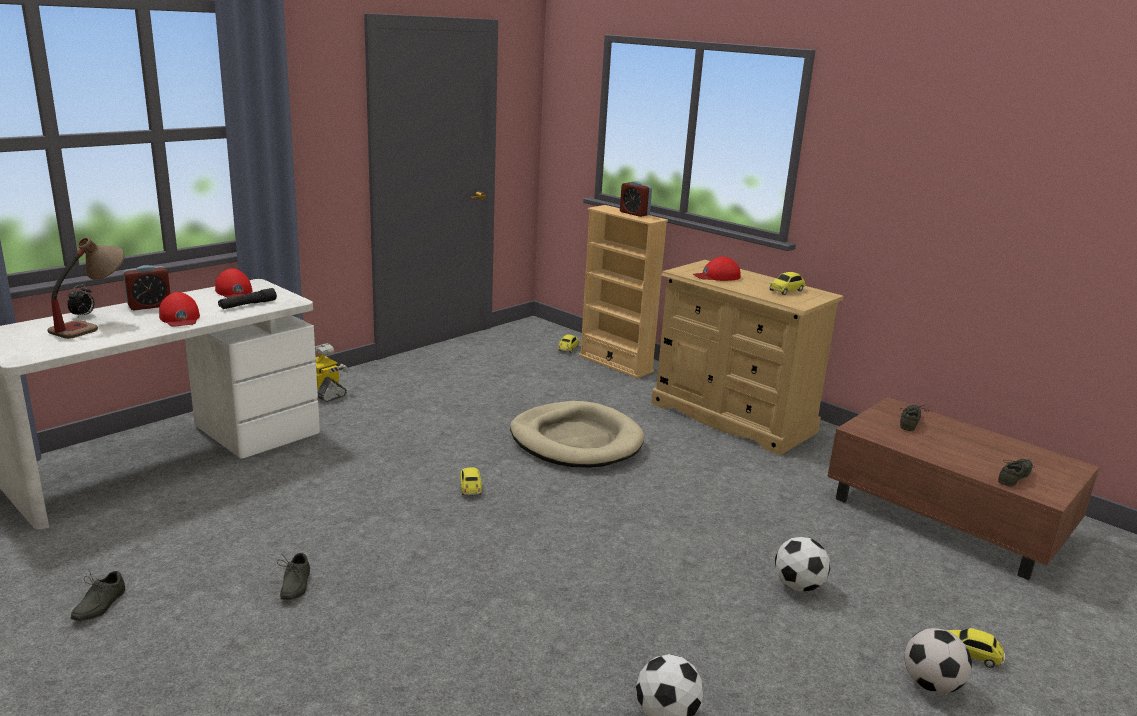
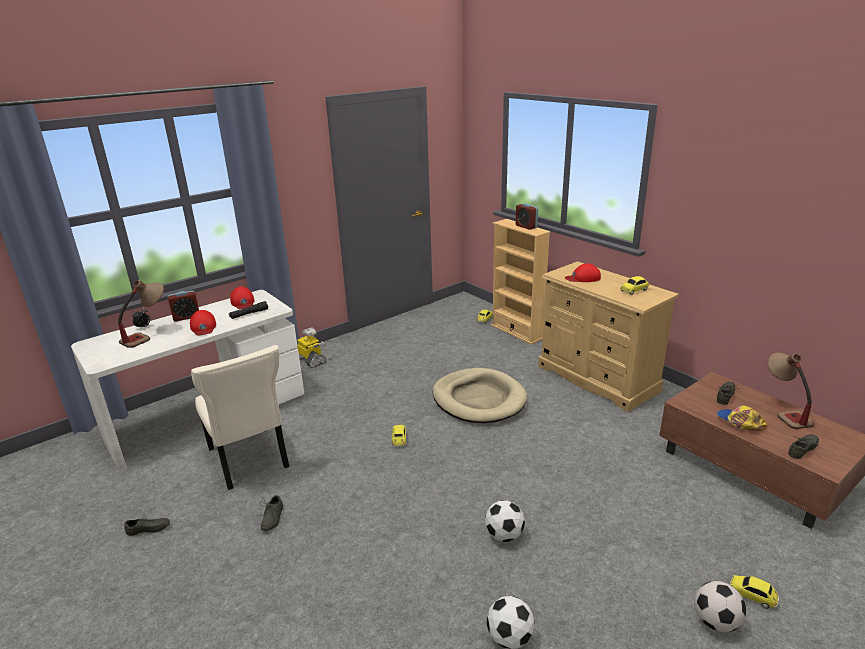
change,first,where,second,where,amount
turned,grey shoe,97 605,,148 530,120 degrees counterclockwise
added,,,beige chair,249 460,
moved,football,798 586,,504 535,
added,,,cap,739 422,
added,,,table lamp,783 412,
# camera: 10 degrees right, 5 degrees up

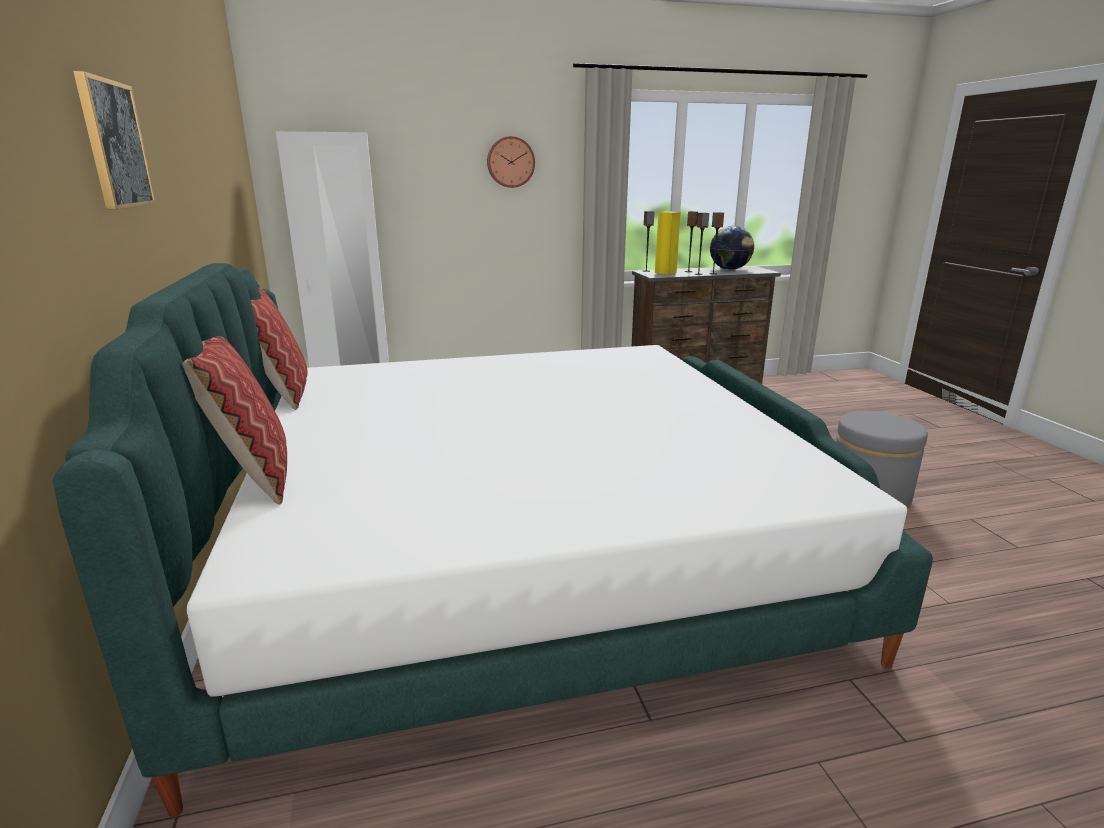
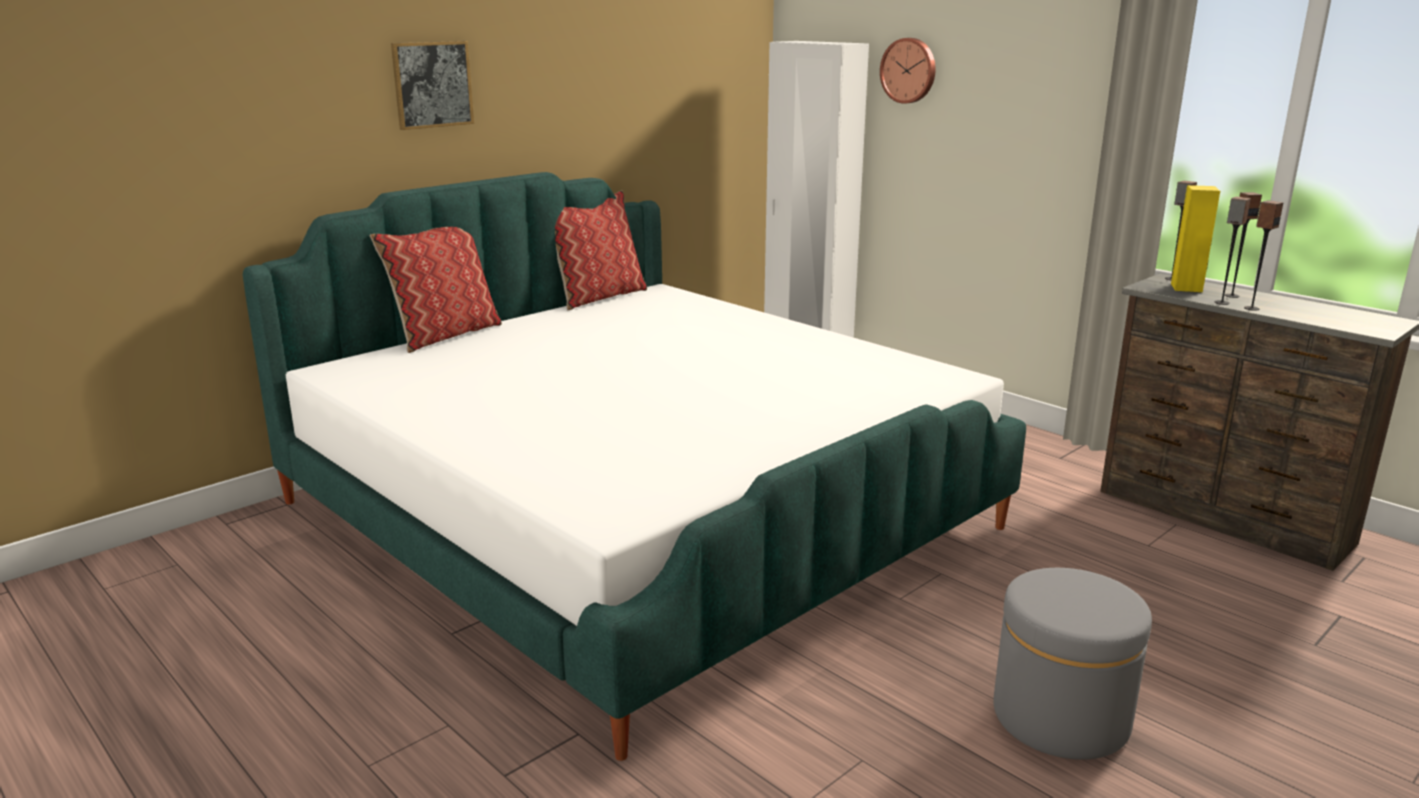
change,first,where,second,where,amount
moved,wall clock,510 162,,909 70,
removed,globe,729 269,,,
# camera: 60 degrees right, 0 degrees up

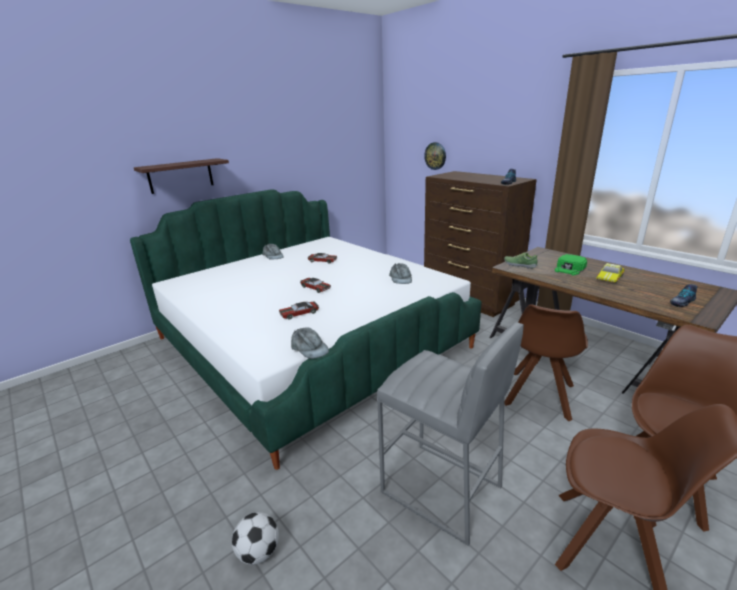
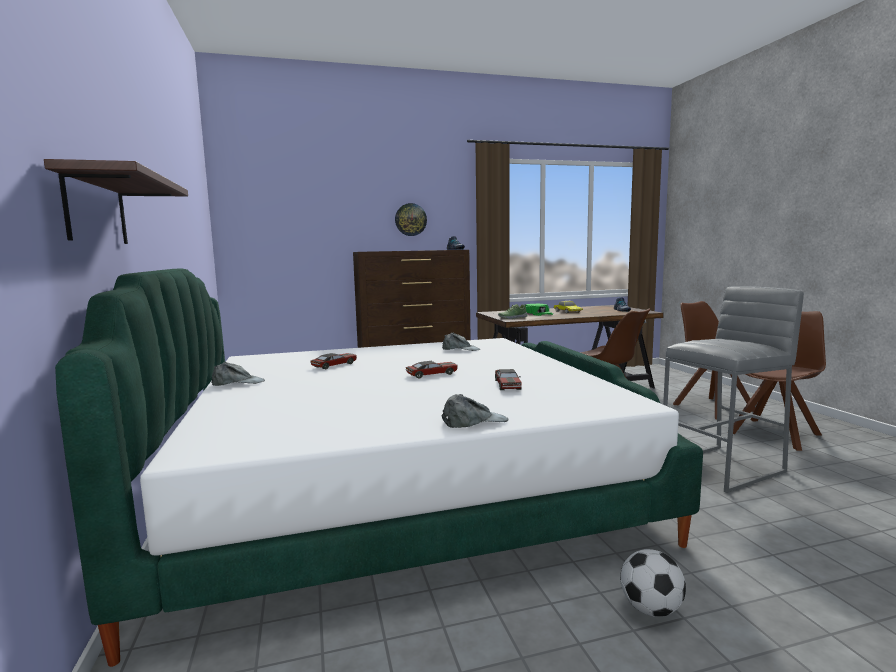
change,first,where,second,where,amount
moved,wall clock,435 156,,410 219,
moved,grey cap,309 348,,474 421,
moved,football,258 552,,650 609,
# camera: 65 degrees left, 15 degrees down

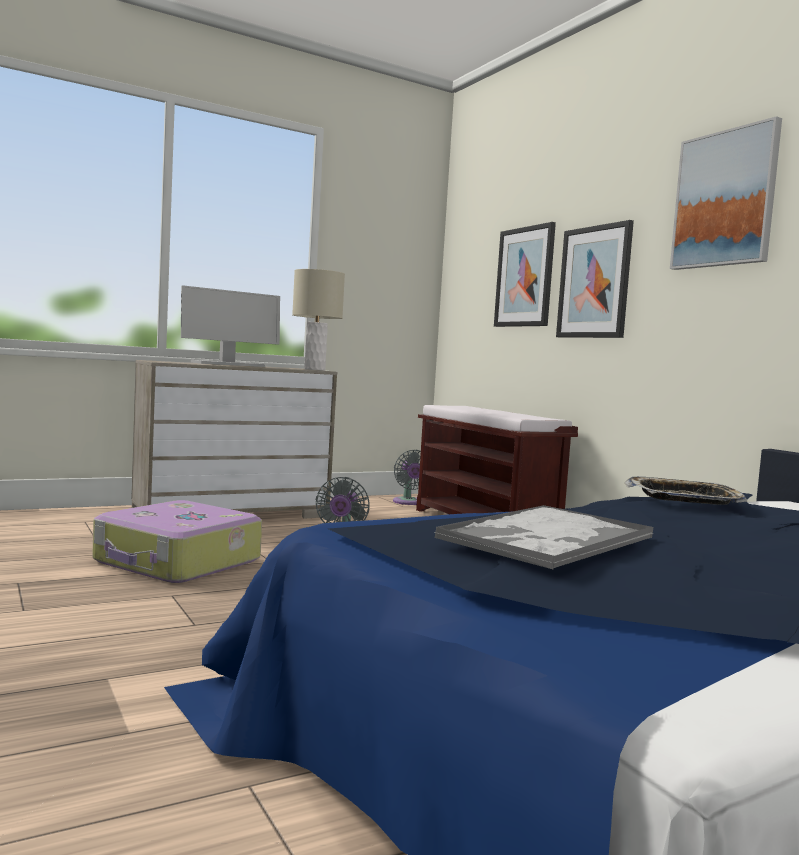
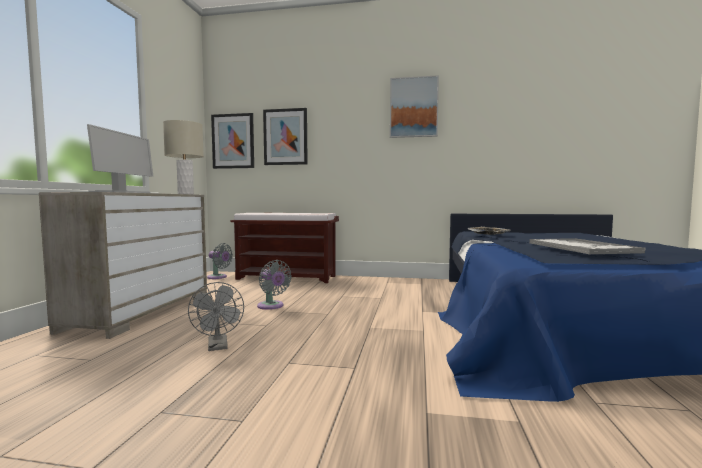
change,first,where,second,where,amount
replaced,suitcase,177 561,grey fan,218 347,
moved,picture,594 282,,233 141,
# camera: 50 degrees left, 0 degrees up

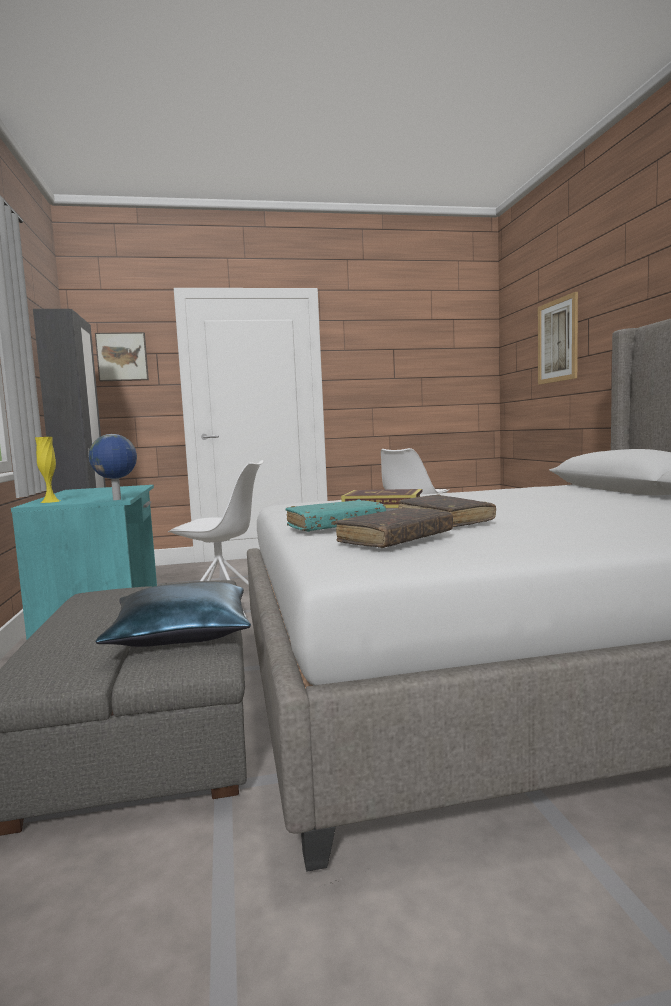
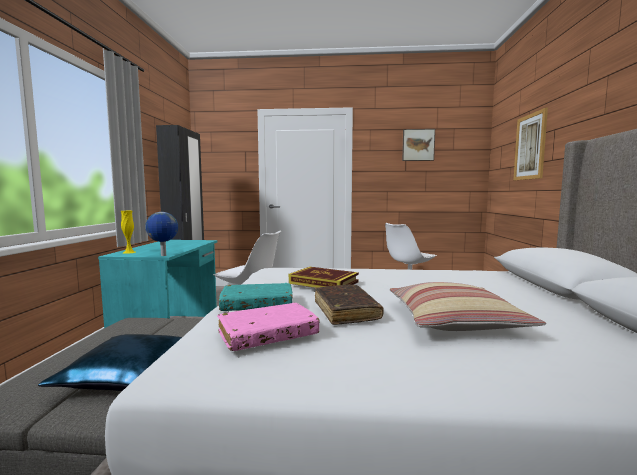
change,first,where,second,where,amount
recoloured,brown book,395 539,pink book,267 335,
added,,,pillow,454 321,
moved,picture,122 357,,418 145,
# camera: 15 degrees right, 0 degrees up

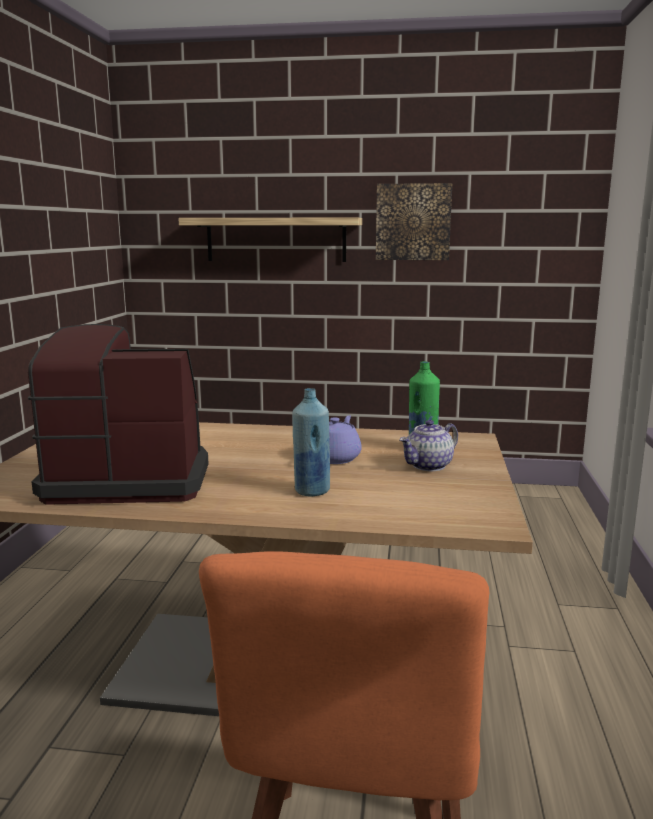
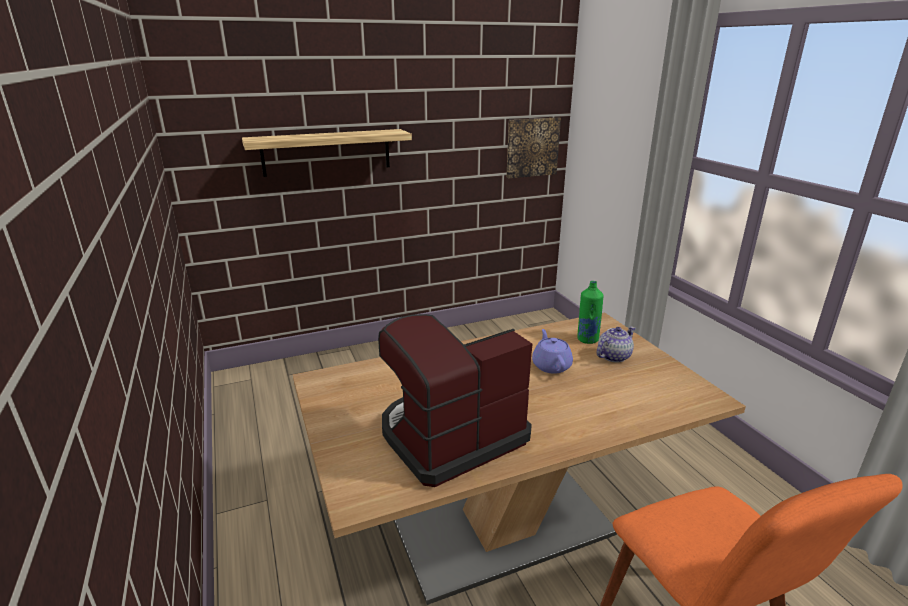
change,first,where,second,where,amount
moved,picture,413 222,,532 147,
turned,teapot,428 466,,613 356,150 degrees counterclockwise
removed,blue bottle,311 491,,,
# camera: 30 degrees left, 10 degrees up

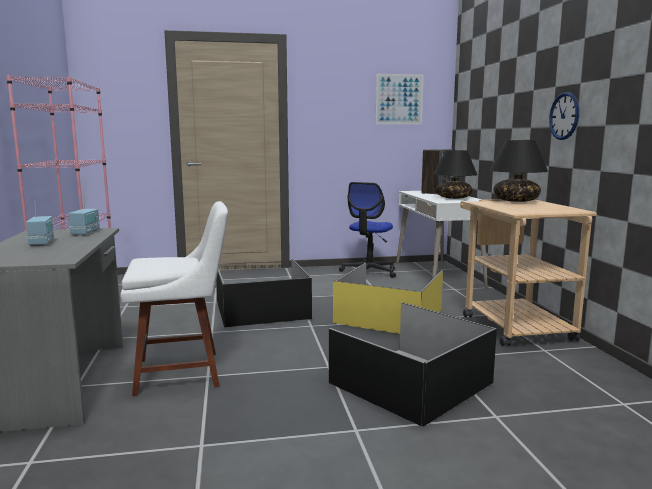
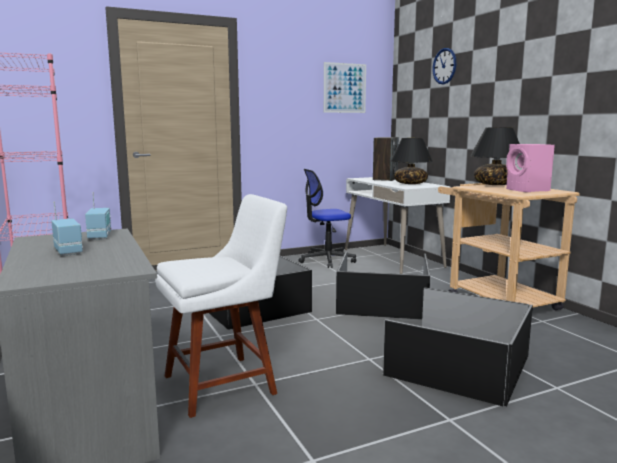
change,first,where,second,where,amount
turned,office chair,369 272,,326 260,60 degrees clockwise
recoloured,yellow storage box,390 316,black storage box,384 302,
moved,wall clock,564 116,,444 66,
added,,,pink speaker,528 190,
# camera: 15 degrees left, 0 degrees up

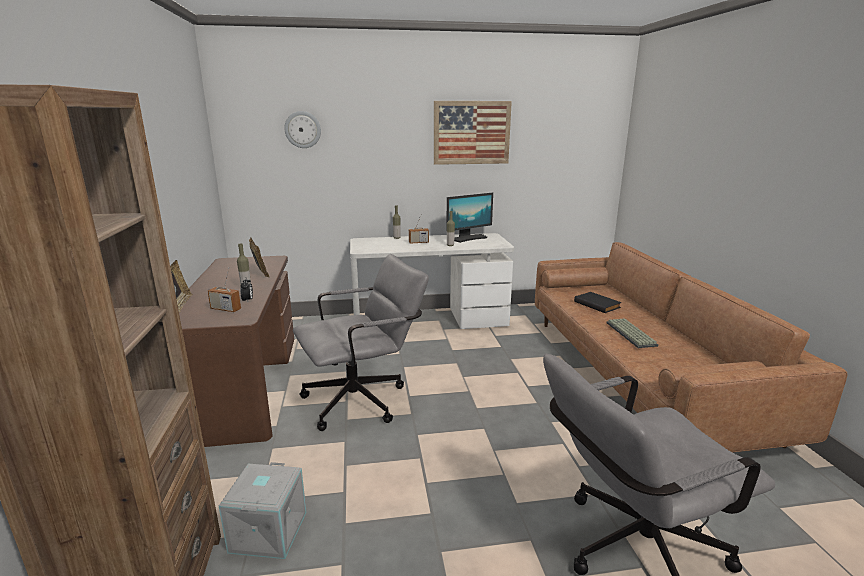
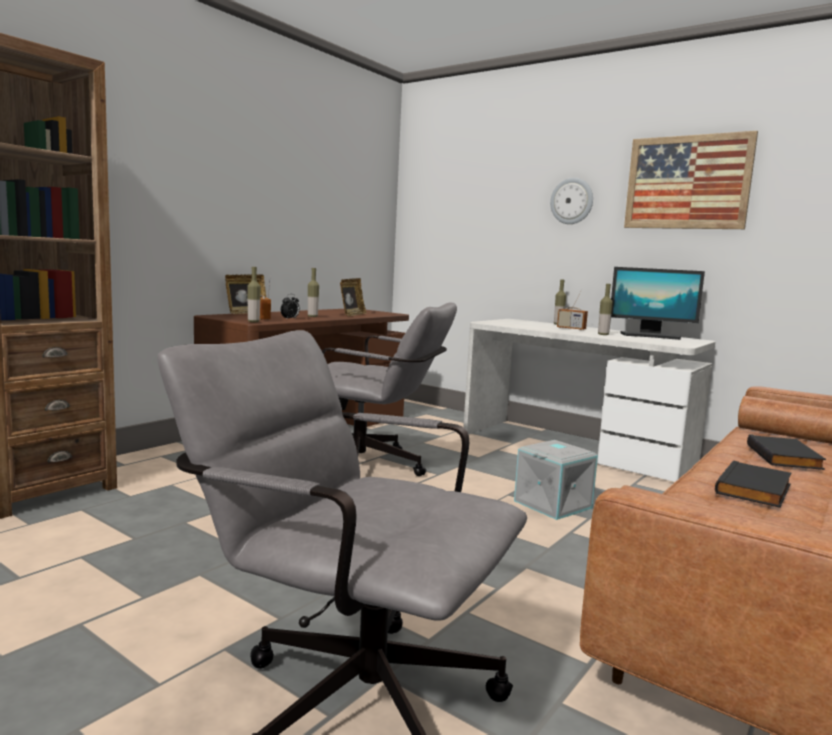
change,first,where,second,where,amount
added,,,bottle,253 321,
moved,grey storage box,267 531,,552 504,
moved,wall clock,302 129,,572 201,
replaced,keyboard,632 334,black book,755 490,
# camera: 45 degrees right, 10 degrees down

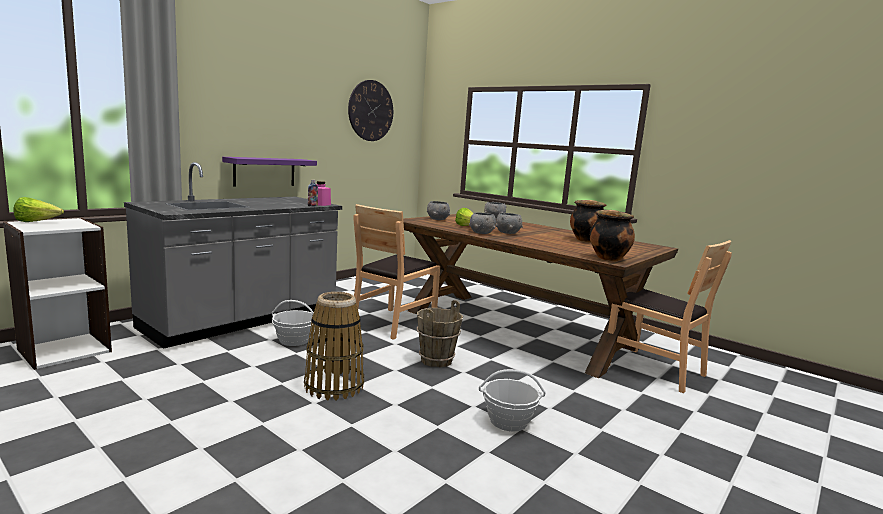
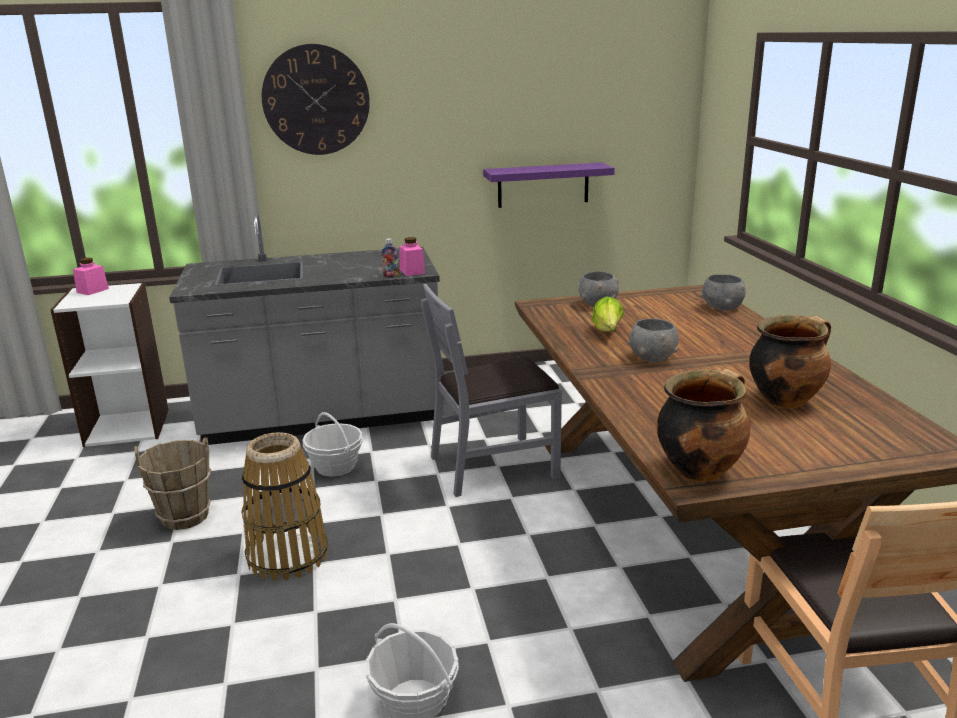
change,first,where,second,where,amount
replaced,lettuce,37 222,pink jar,92 290,
moved,brown bucket,436 360,,184 516,
moved,wall clock,371 111,,316 100,
recoloured,brown chair,393 323,grey chair,493 466,
moved,purple shelf,264 172,,543 185,
removed,grey bowl,481 233,,,
# camera: 40 degrees right, 10 degrees up

